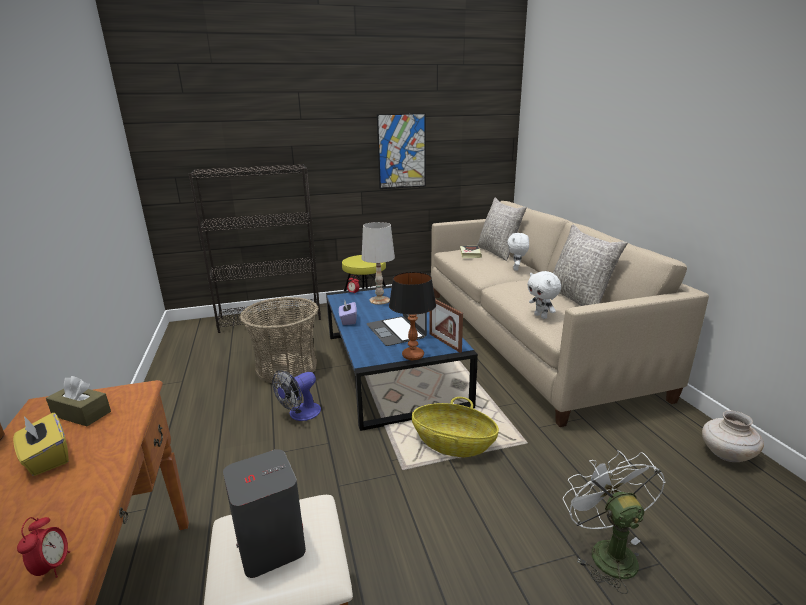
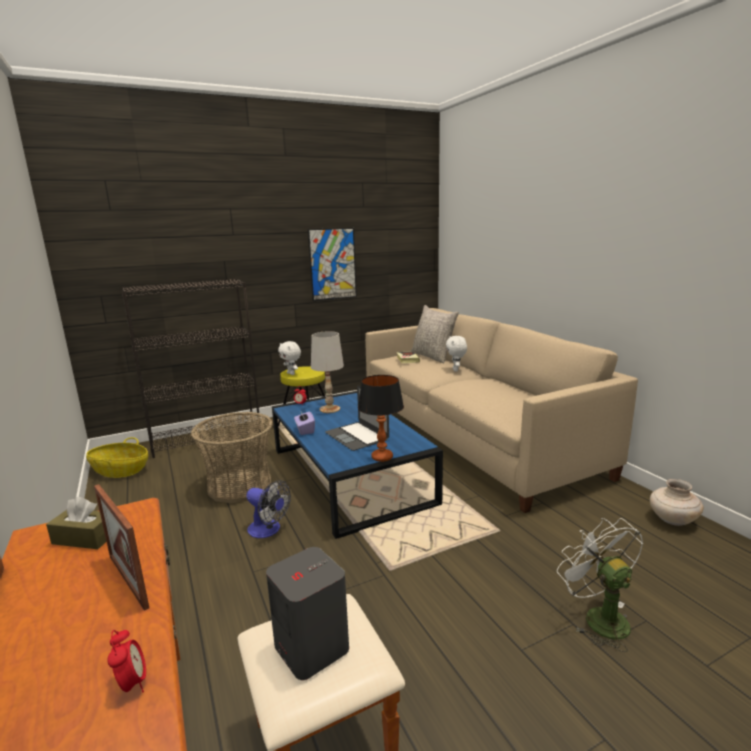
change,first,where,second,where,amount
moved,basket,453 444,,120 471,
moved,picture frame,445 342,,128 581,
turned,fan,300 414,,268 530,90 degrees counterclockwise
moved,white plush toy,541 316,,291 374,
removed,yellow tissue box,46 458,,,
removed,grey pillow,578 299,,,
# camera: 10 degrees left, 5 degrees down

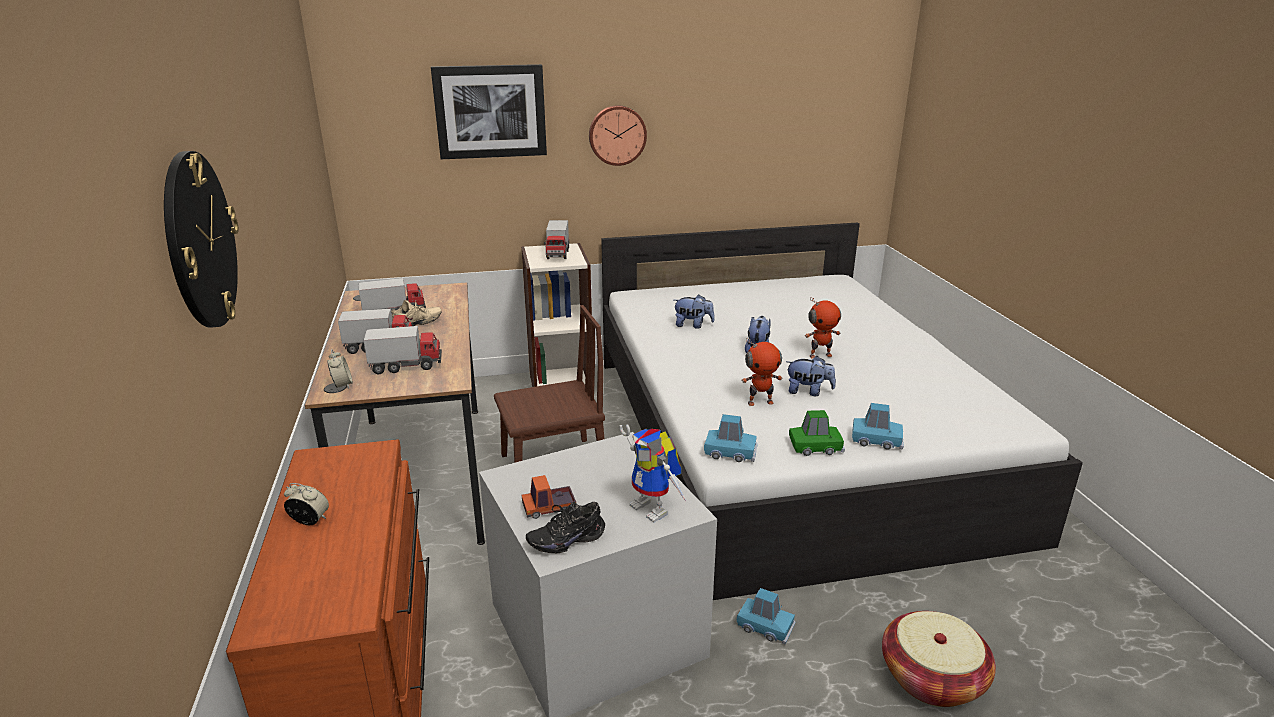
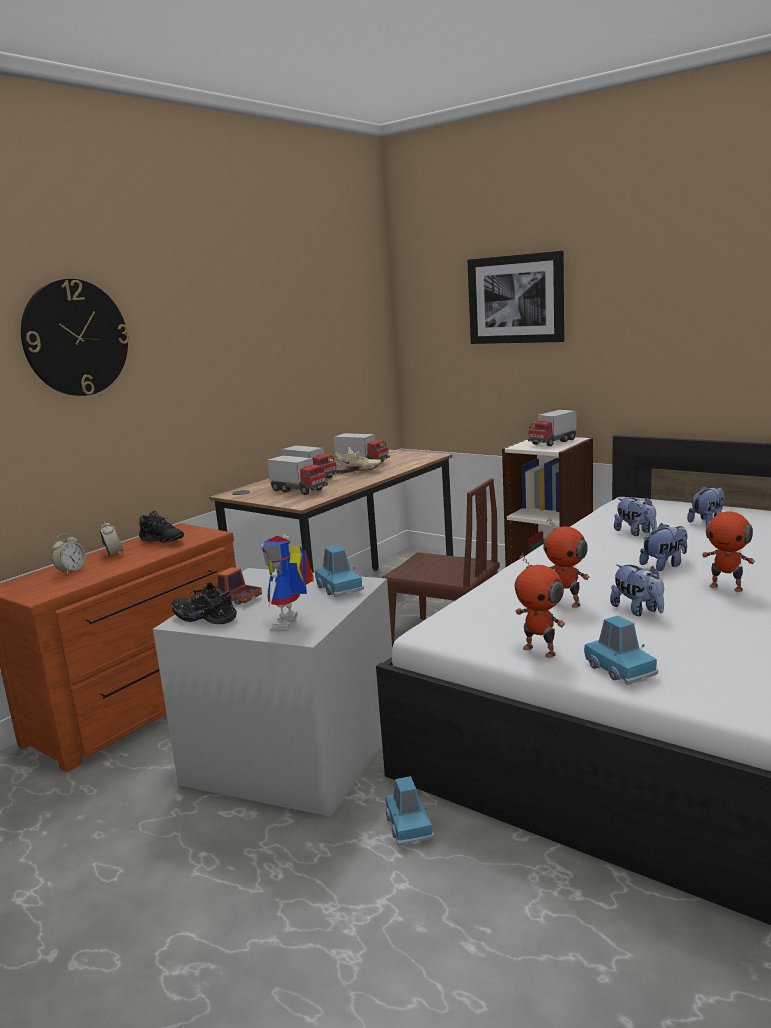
change,first,where,second,where,amount
moved,alarm clock,342 385,,71 571,
added,,,black shoe,160 542,
moved,blue toy car,730 452,,339 588,
replaced,green toy car,815 447,toy robot,540 650,
added,,,plush toy,707 522,
removed,wall clock,617 135,,,
removed,basket,932 678,,,
# camera: 50 degrees right, 10 degrees down

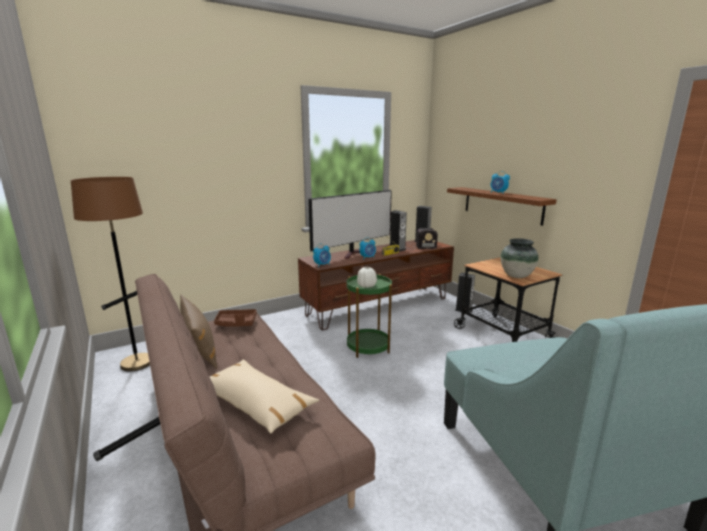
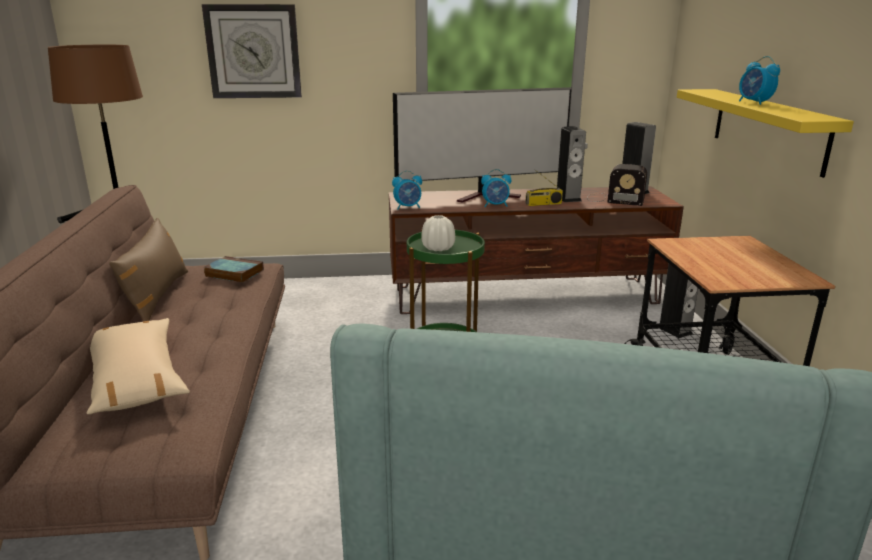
change,first,where,second,where,amount
added,,,wall clock,253 51,
replaced,brown tray,236 323,book,233 273,
recoloured,brown shelf,502 205,yellow shelf,768 129,
removed,vase,517 276,,,
# camera: 25 degrees right, 5 degrees up

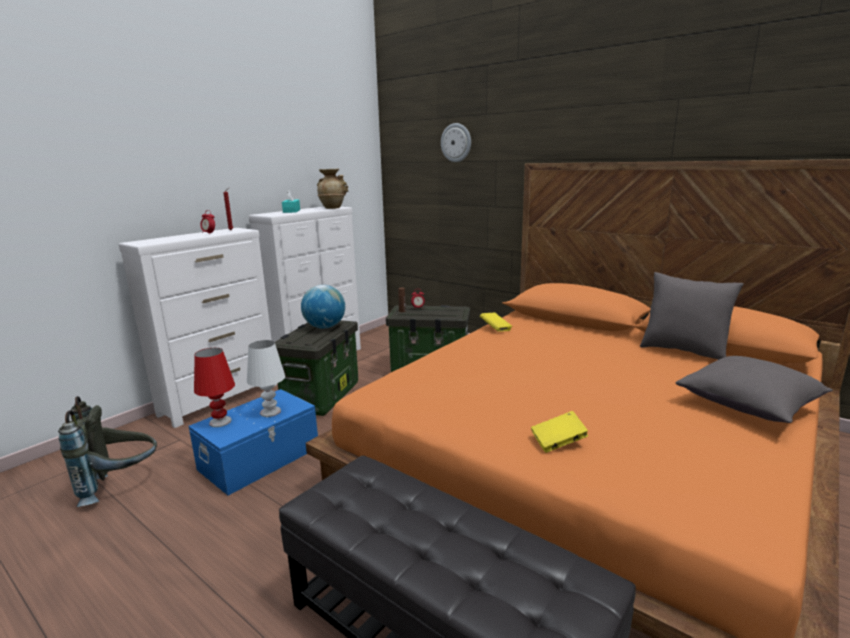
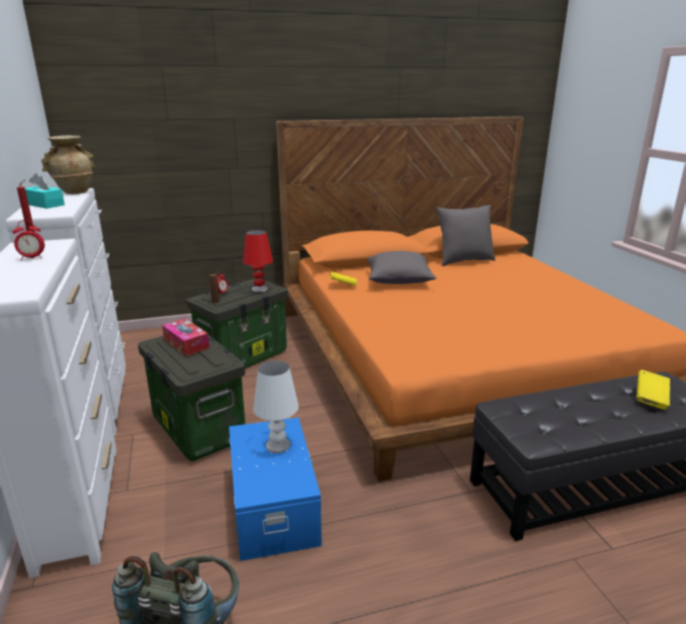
change,first,where,second,where,amount
replaced,globe,325 327,tissue box,186 344,
moved,red table lamp,220 421,,259 289,
moved,grey pillow,749 407,,399 281,
moved,yellow book,558 442,,650 398,
removed,wall clock,456 142,,,
# camera: 55 degrees left, 5 degrees up

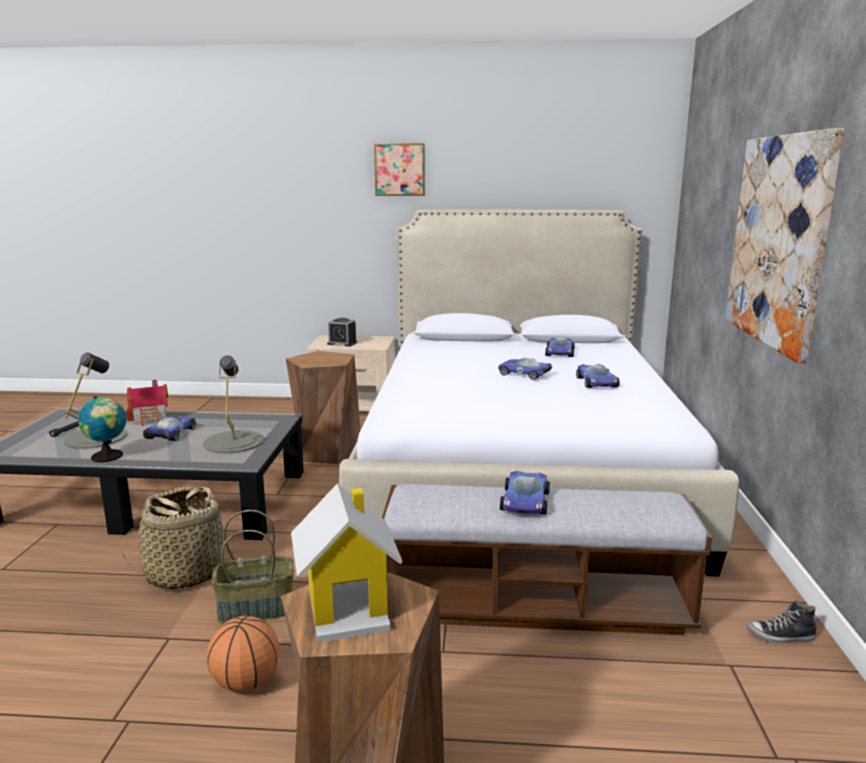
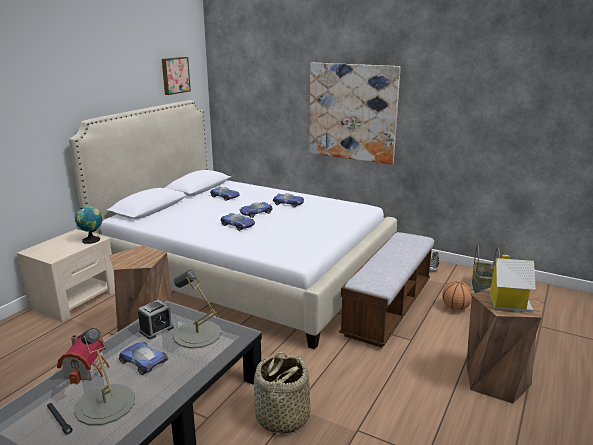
change,first,where,second,where,amount
moved,globe,108 457,,92 240,
moved,alarm clock,342 343,,156 329,
moved,picture,400 169,,175 75,
moved,toy car,525 501,,238 225,
moved,basketball,246 682,,455 308,
moved,basket,257 608,,481 287,
# camera: 65 degrees left, 5 degrees up

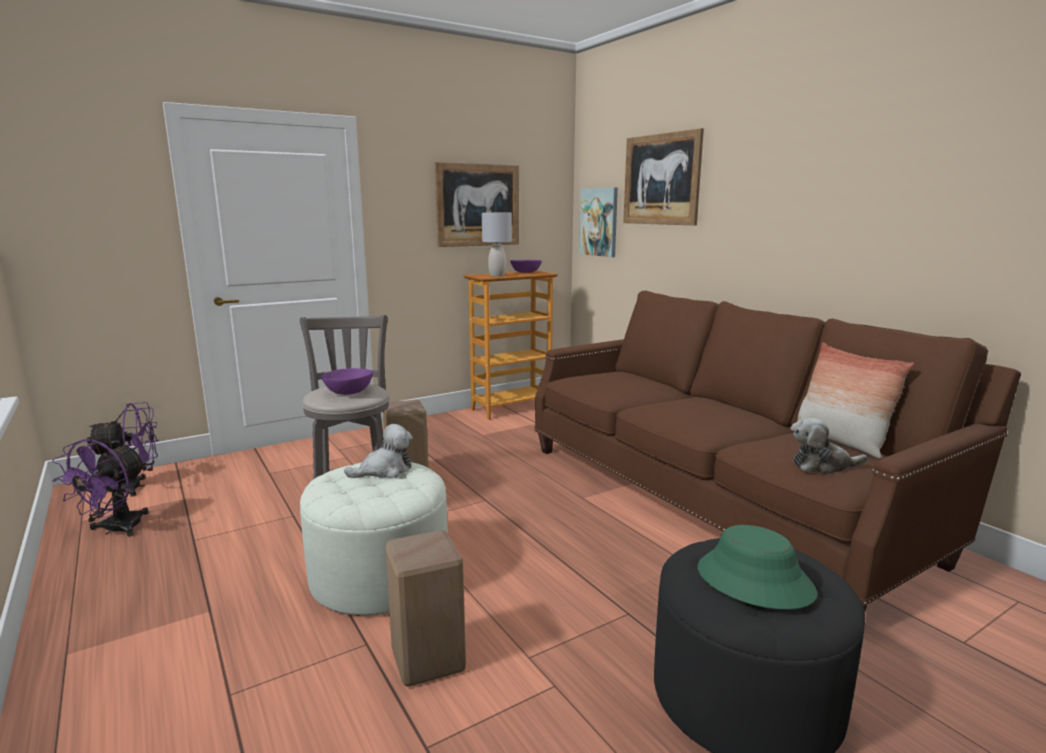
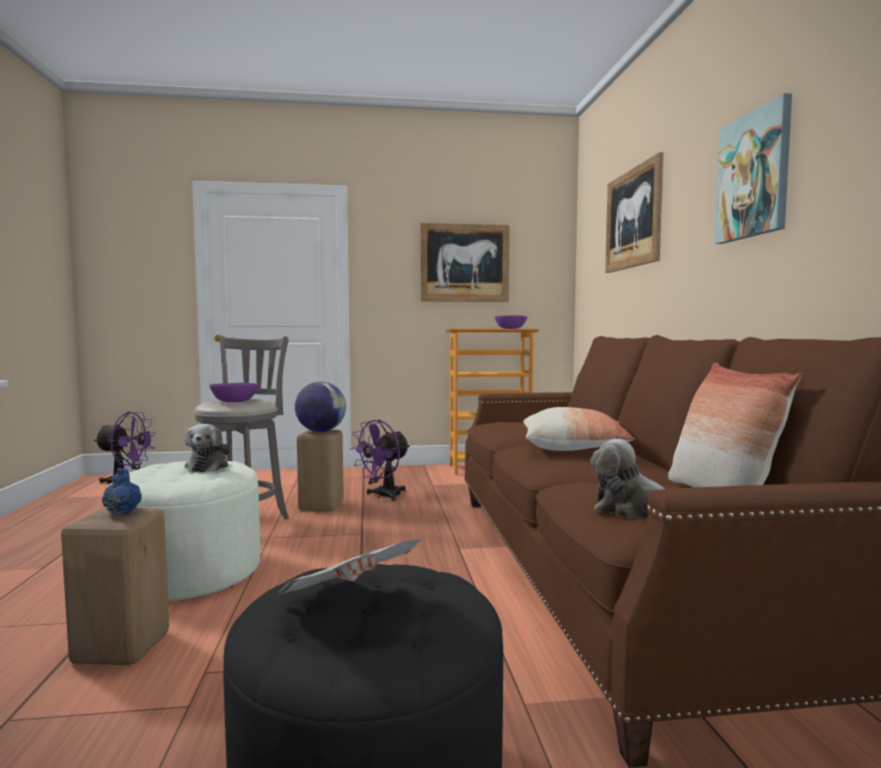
change,first,where,second,where,amount
added,,,blue teapot,123 512,
turned,plush toy,384 470,,208 466,90 degrees clockwise
replaced,green hat,754 581,newspaper,349 605,
added,,,globe,321 431,
moved,purple fan,115 530,,383 496,
added,,,pillow,574 448,
moved,picture,599 222,,753 175,
removed,grey table lamp,497 275,,,
# camera: 25 degrees right, 10 degrees down

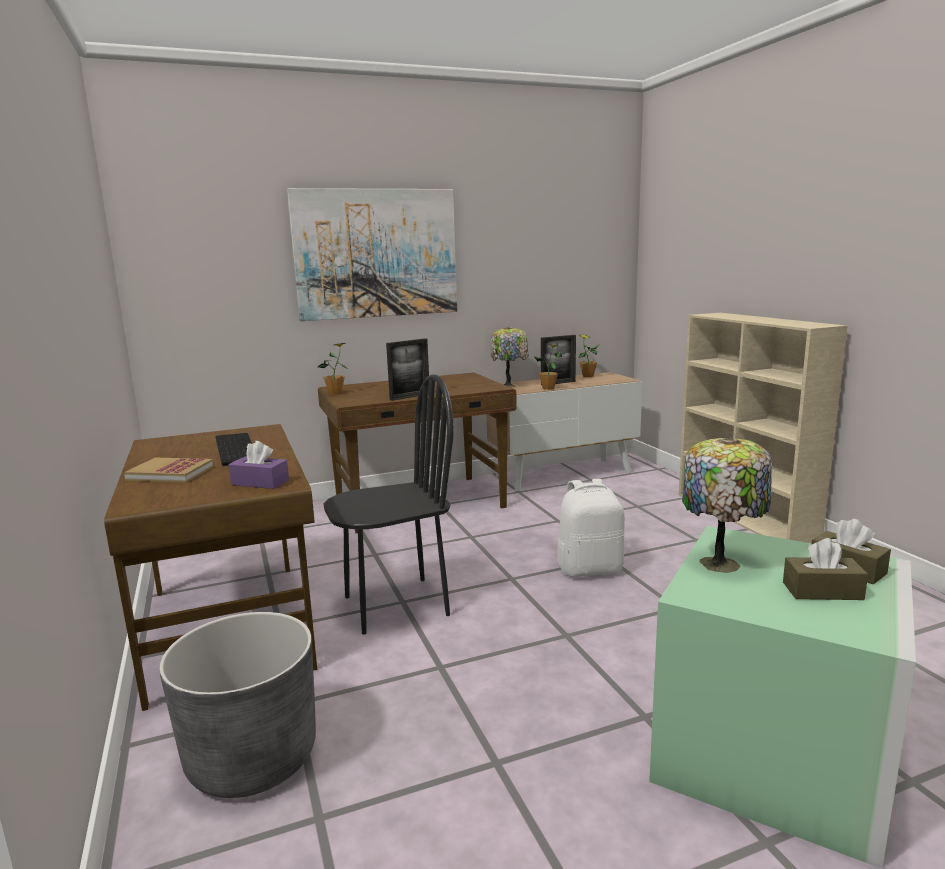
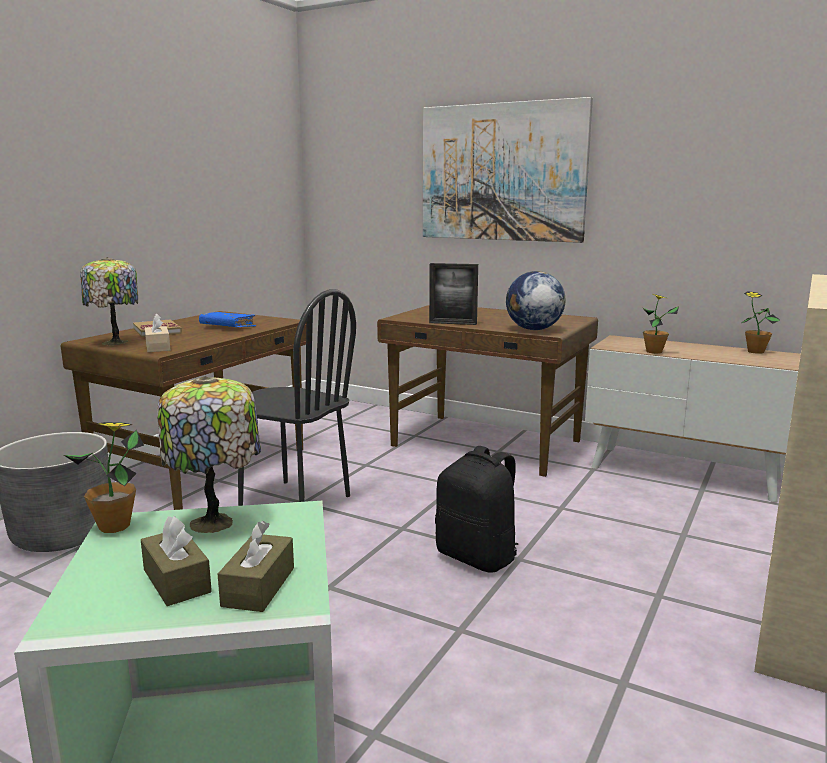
change,first,where,second,where,amount
moved,potted plant,335 393,,114 526,
moved,table lamp,509 386,,115 343,
recoloured,purple tissue box,260 482,beige tissue box,158 347,
replaced,keyboard,233 448,blue book,227 327,
recoloured,white backpack,590 569,black backpack,478 557,
added,,,globe,533 329,
removed,picture frame,558 383,,,
# camera: 50 degrees right, 0 degrees up

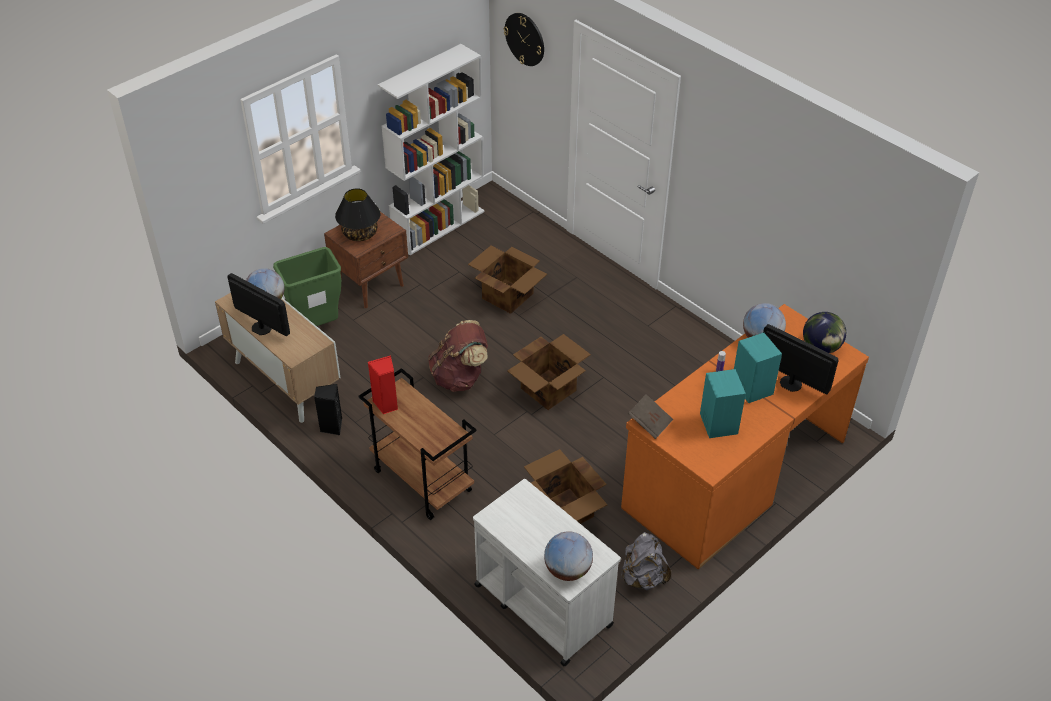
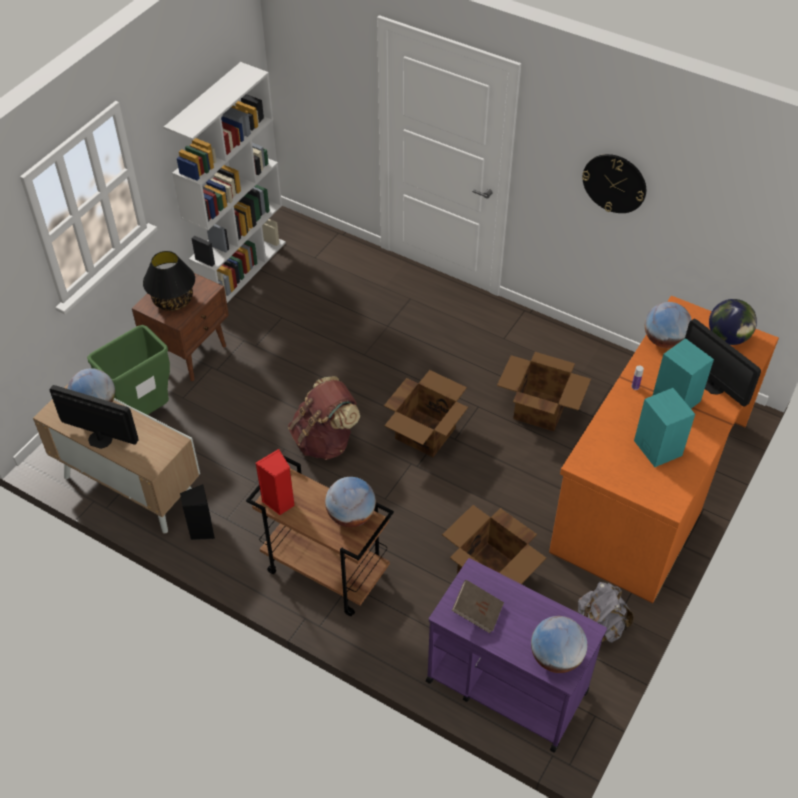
change,first,where,second,where,amount
added,,,globe,351 516,
recoloured,white cart,542 604,purple cart,506 685,
moved,brown book,650 423,,477 612,
moved,cardboard box,507 295,,539 408,
moved,wall clock,525 39,,614 183,
turned,monitor,790 383,,713 385,150 degrees counterclockwise
# camera: 15 degrees left, 5 degrees up

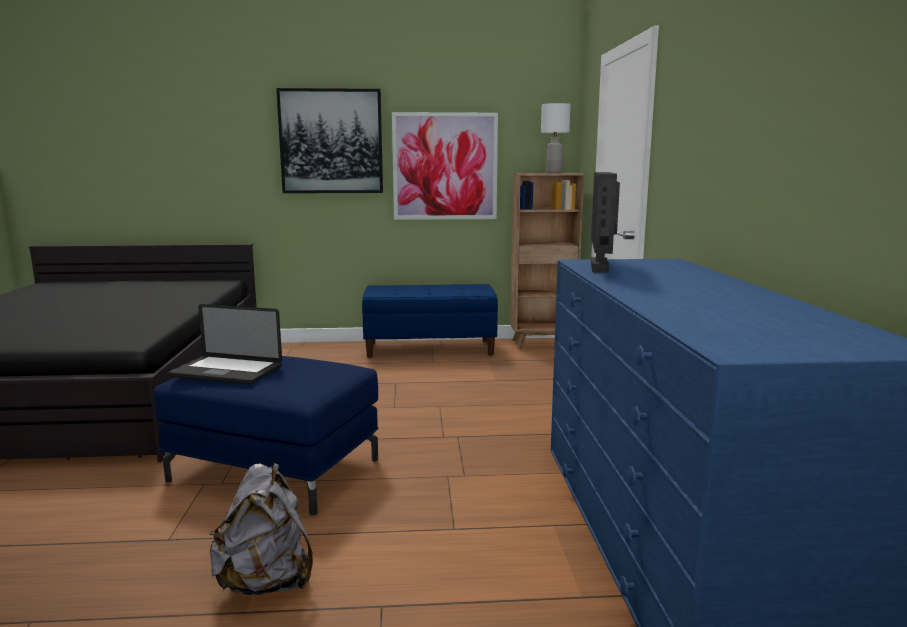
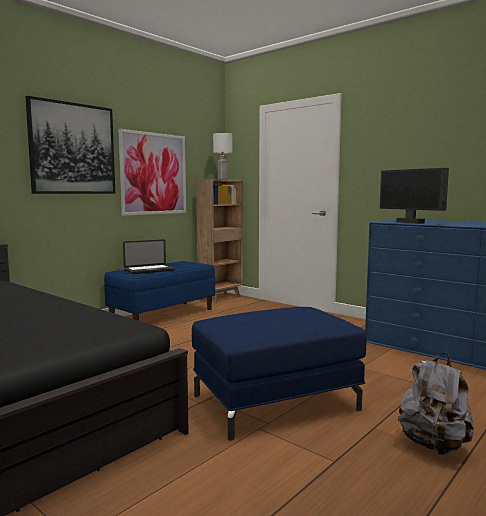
change,first,where,second,where,amount
moved,laptop,226 372,,149 270,
# camera: 45 degrees left, 5 degrees down

